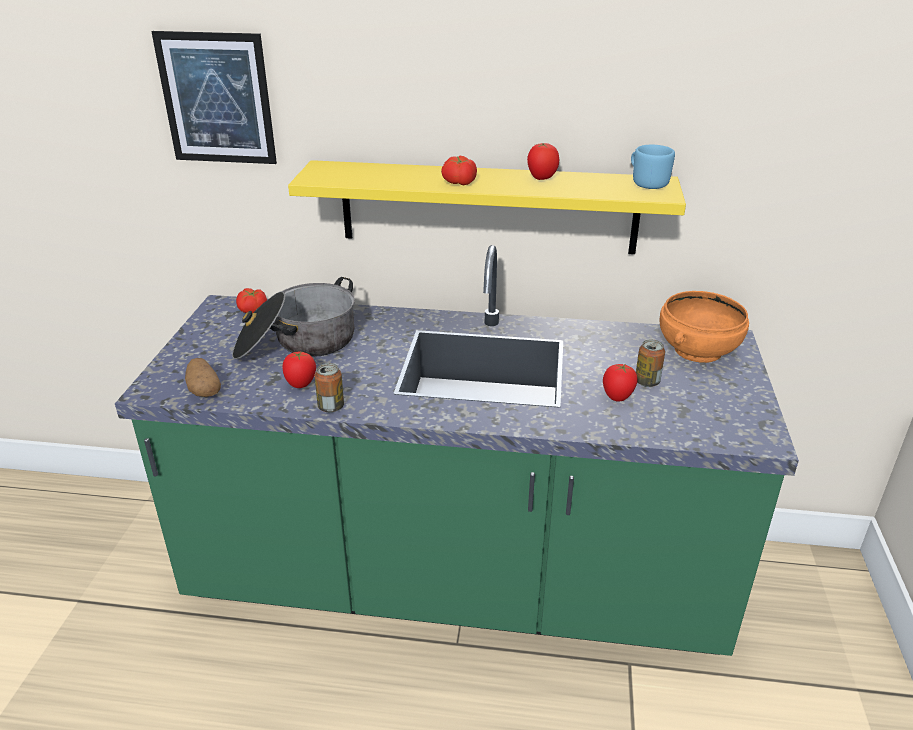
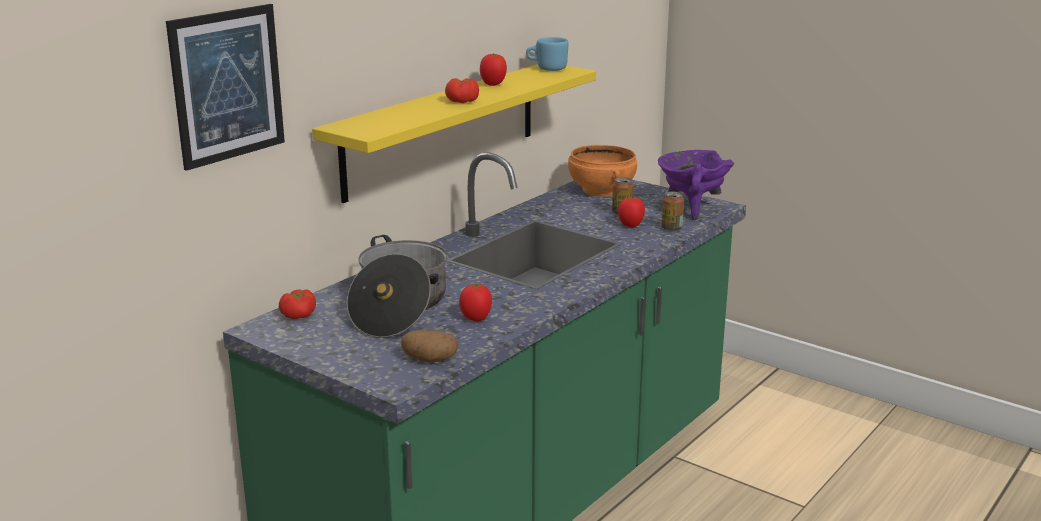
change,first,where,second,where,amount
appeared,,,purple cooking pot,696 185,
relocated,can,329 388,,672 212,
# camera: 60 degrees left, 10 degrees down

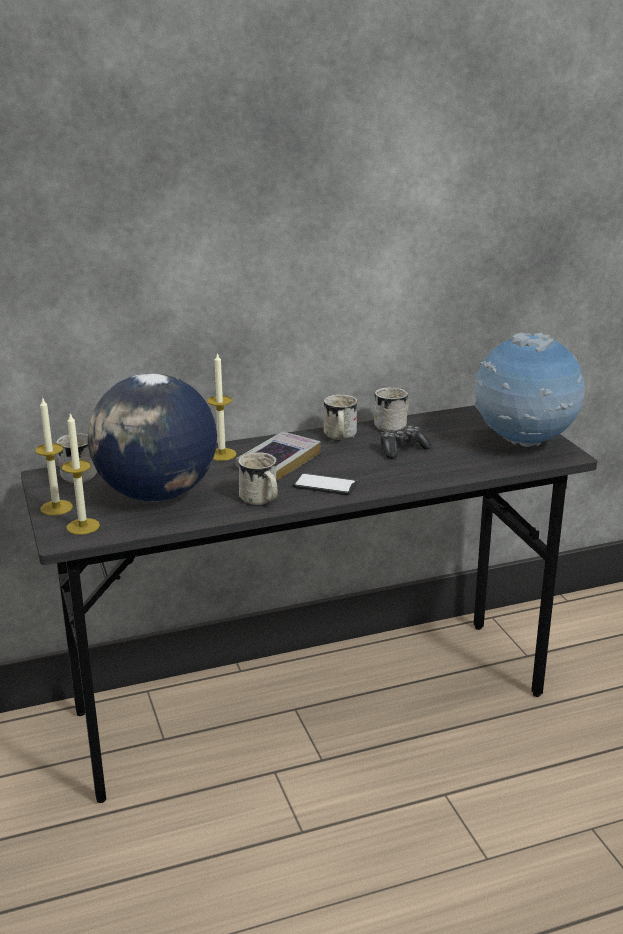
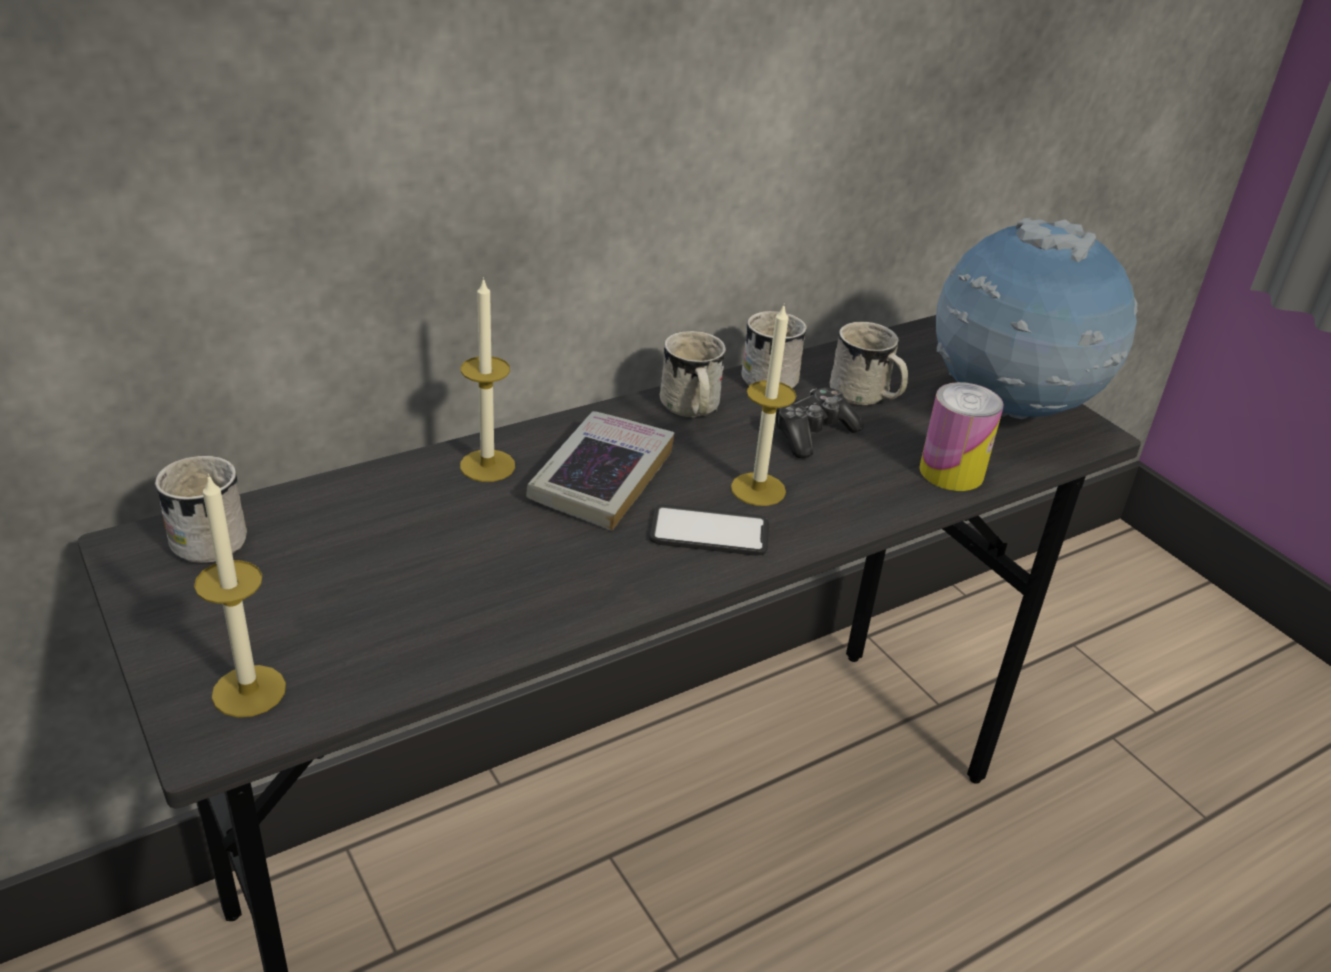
change,first,where,second,where,amount
relocated,candle,54 457,,763 405,
relocated,white mug,258 478,,869 363,
appeared,,,can,961 436,
missing,globe,152 437,,,
# camera: 15 degrees left, 10 degrees up

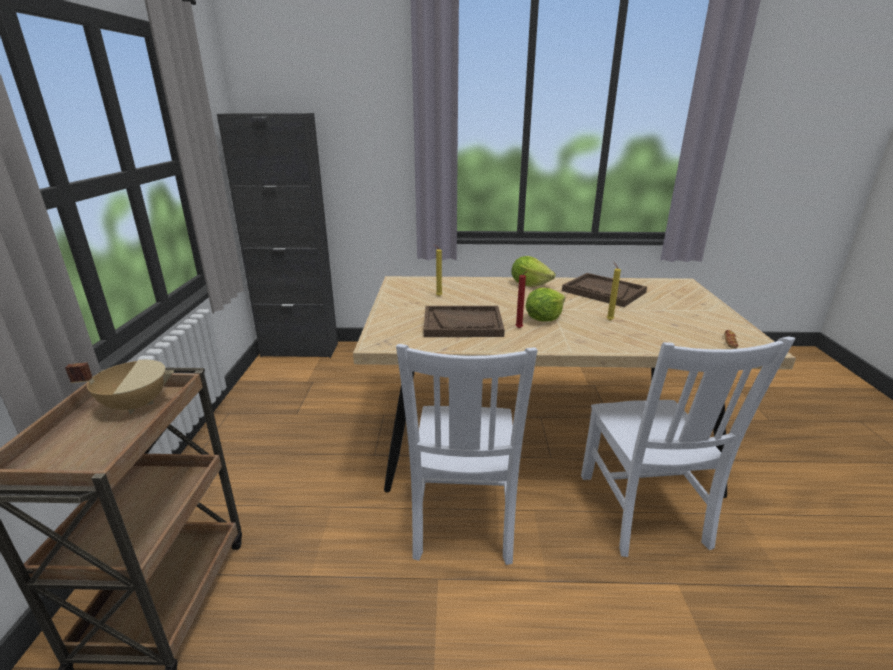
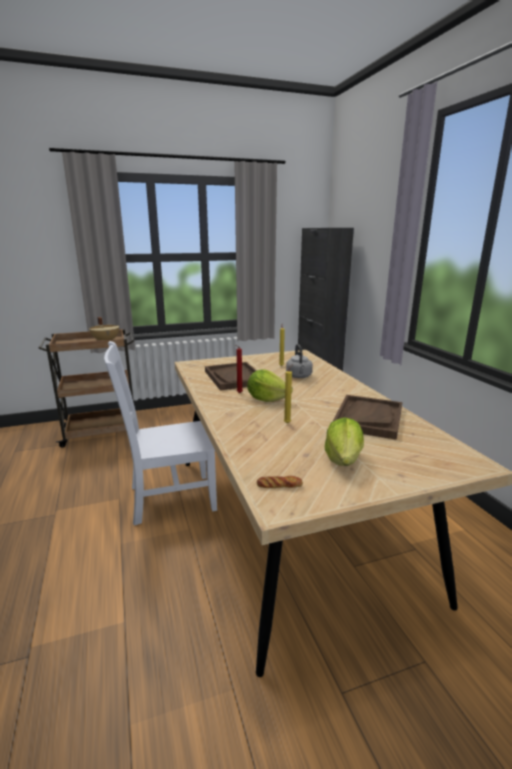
change,first,where,second,where,amount
appeared,,,grey kettle,299 361,
relocated,lettuce,533 271,,344 441,
missing,white chair,688 447,,,
# camera: 70 degrees right, 5 degrees down

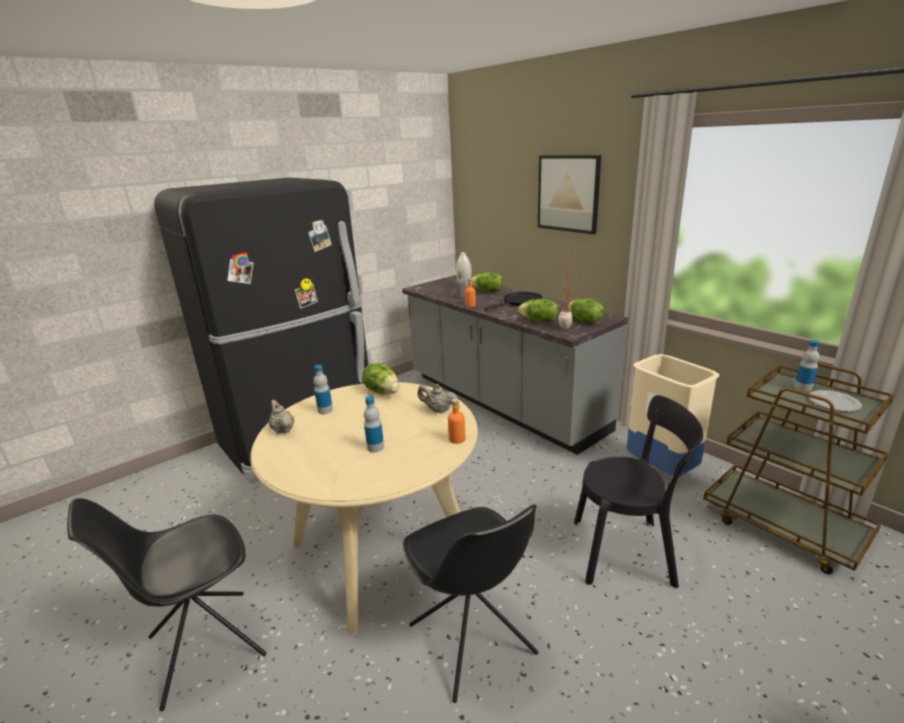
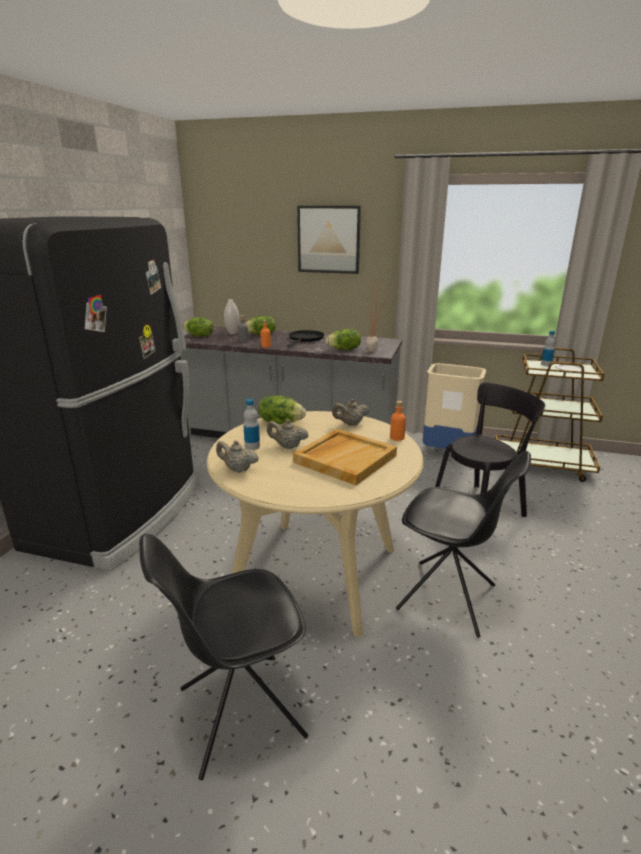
change,first,where,second,where,amount
spun,black chair,167 604,,223 657,45 degrees clockwise
relocated,lettuce,586 310,,198 327,
appeared,,,beige teapot,287 434,
exchanged,bottle,374 424,beige tray,345 457,
# camera: 35 degrees left, 0 degrees up

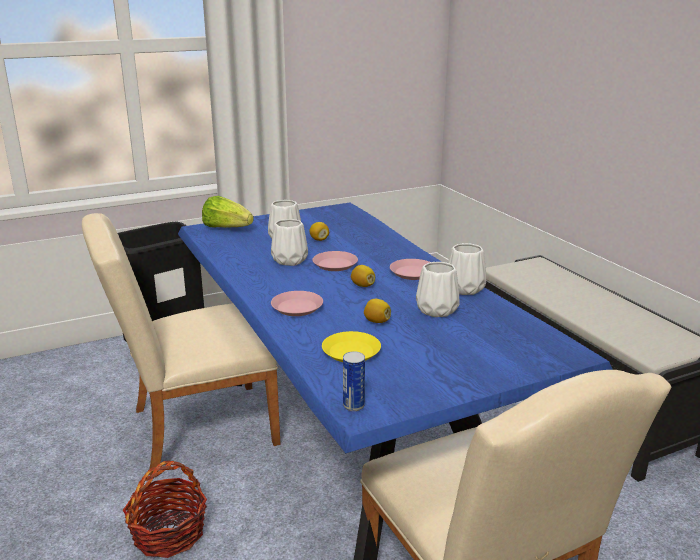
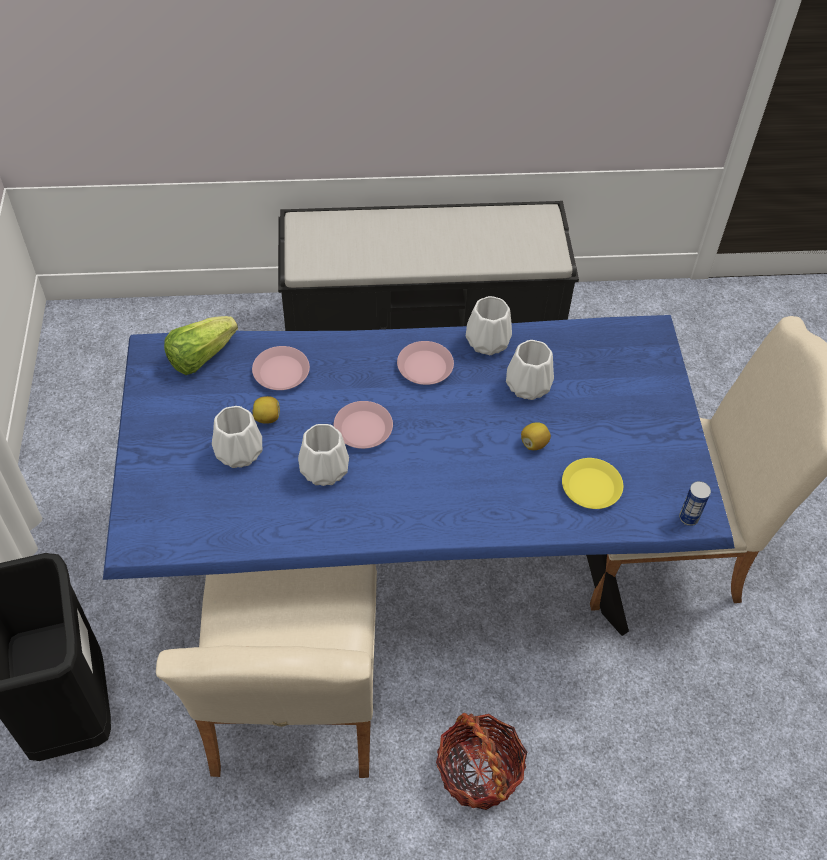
change,first,where,second,where,amount
relocated,lettuce,228 212,,201 345,
relocated,pink plate,297 303,,281 368,
missing,lemon,363 276,,,
# camera: 70 degrees left, 30 degrees up

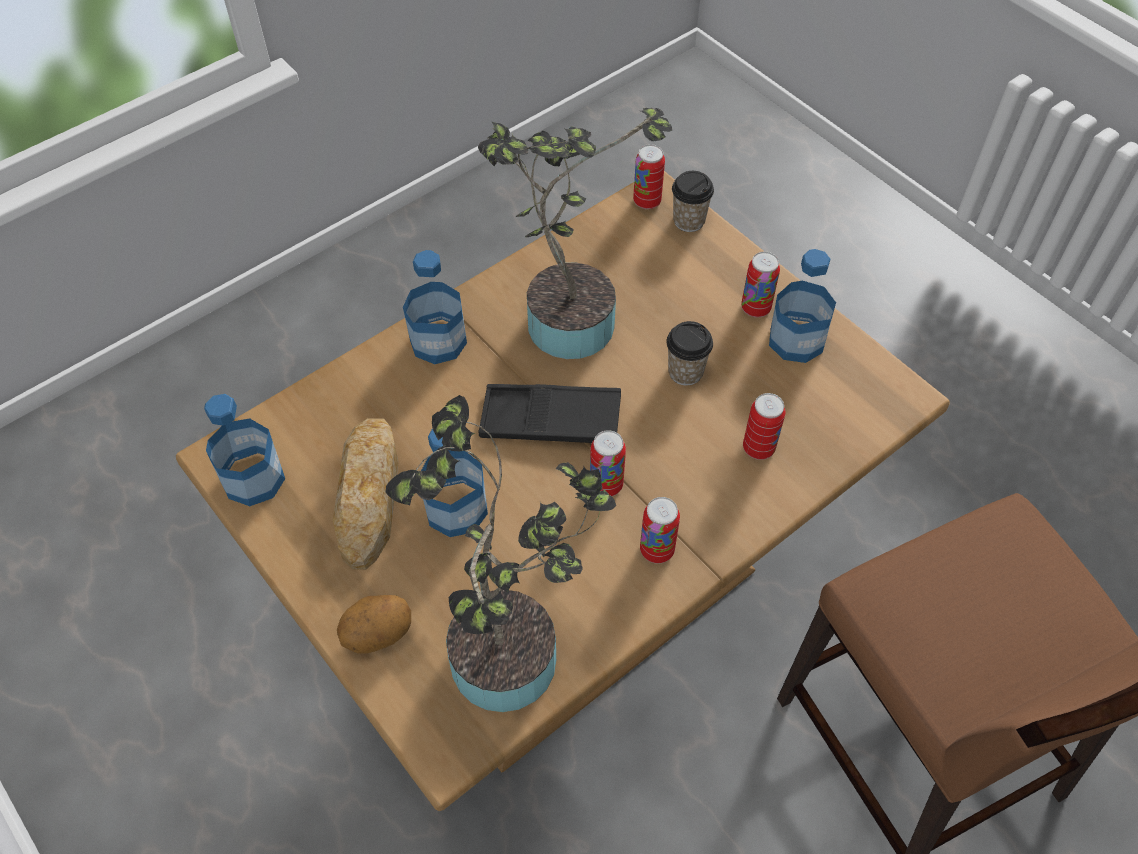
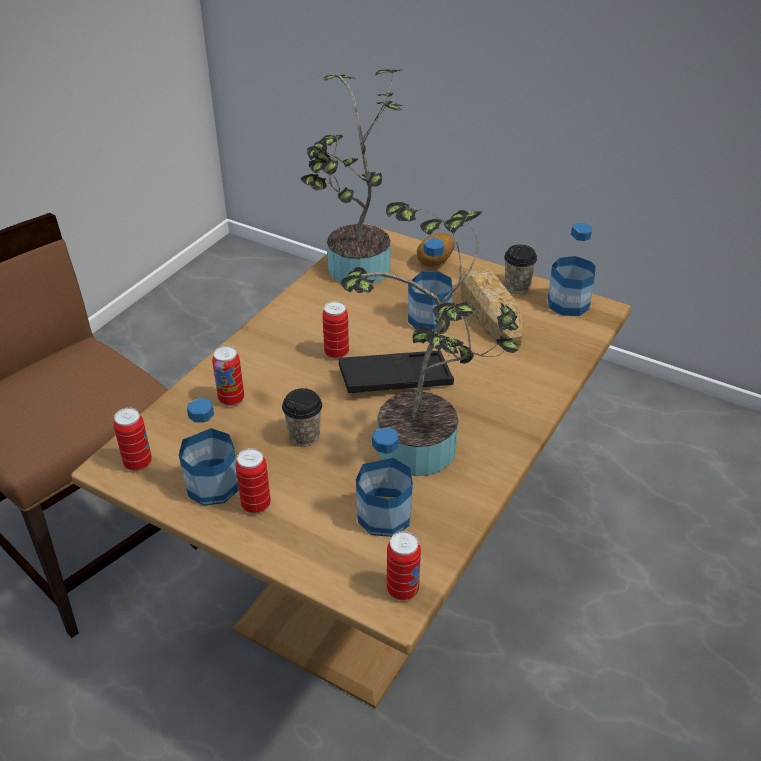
change,first,where,second,where,amount
relocated,can,660 530,,132 439,
relocated,bottle,435 307,,384 482,
relocated,cup,693 201,,520 268,
# camera: 160 degrees right, 15 degrees down

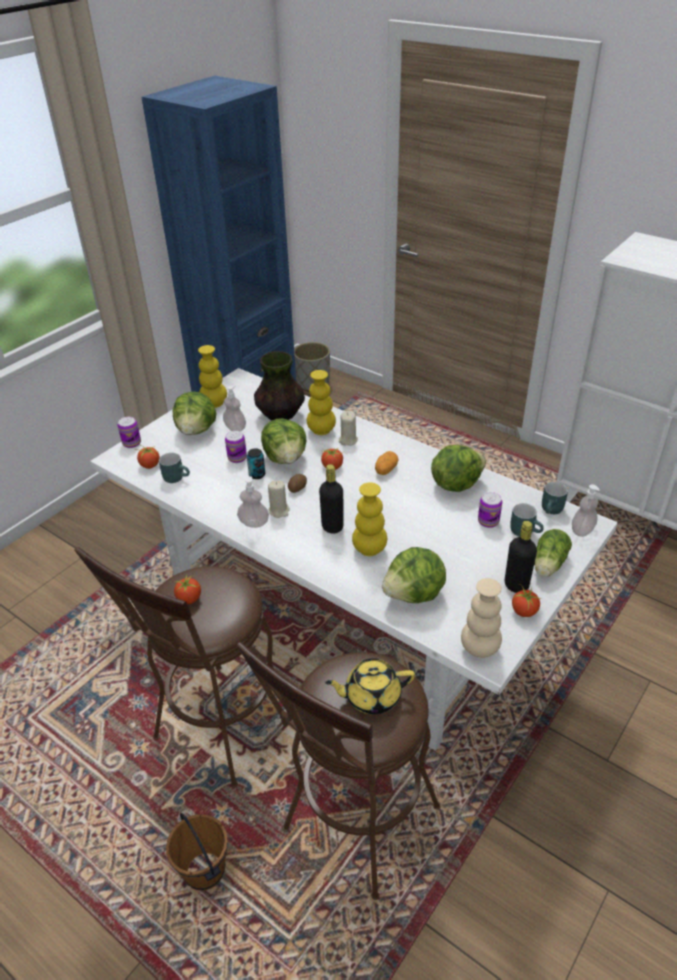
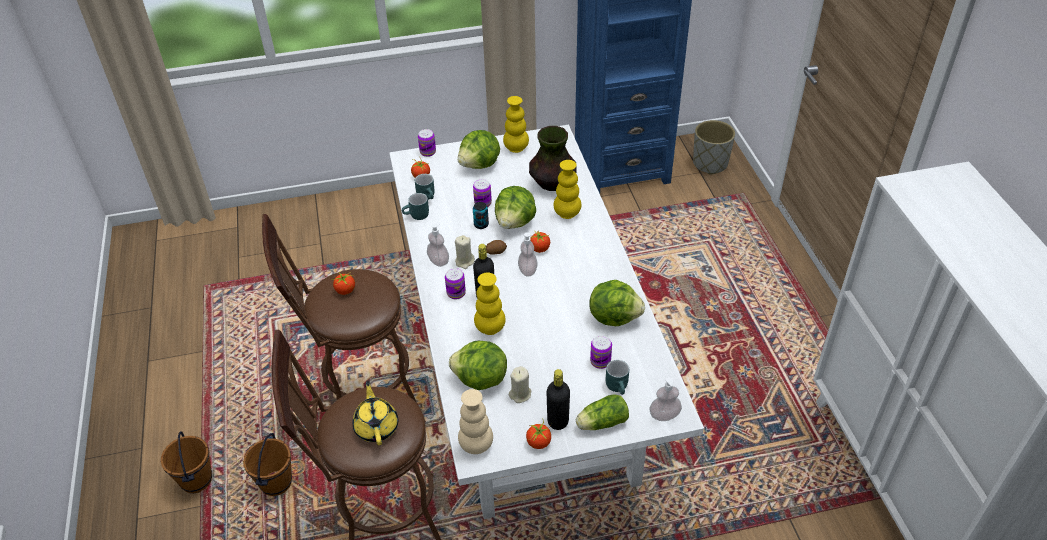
change,first,where,second,where,amount
appeared,,,brown bucket,186 462,
spun,yellow teapot,370 686,,375 413,45 degrees clockwise
relocated,turquoise mug,555 498,,415 206,
appeared,,,can,455 283,
relocated,beige candle,348 428,,520 384,
relocated,soap dispenser,234 408,,528 254,
missing,potato,387 463,,,
# camera: 40 degrees right, 5 degrees up

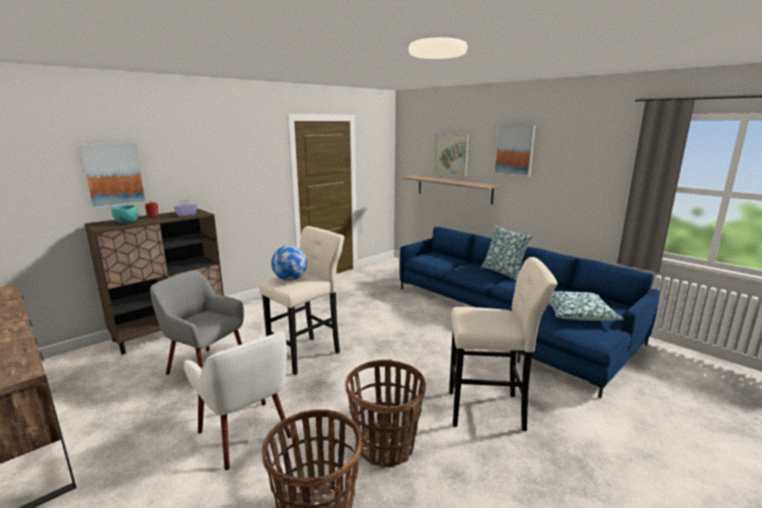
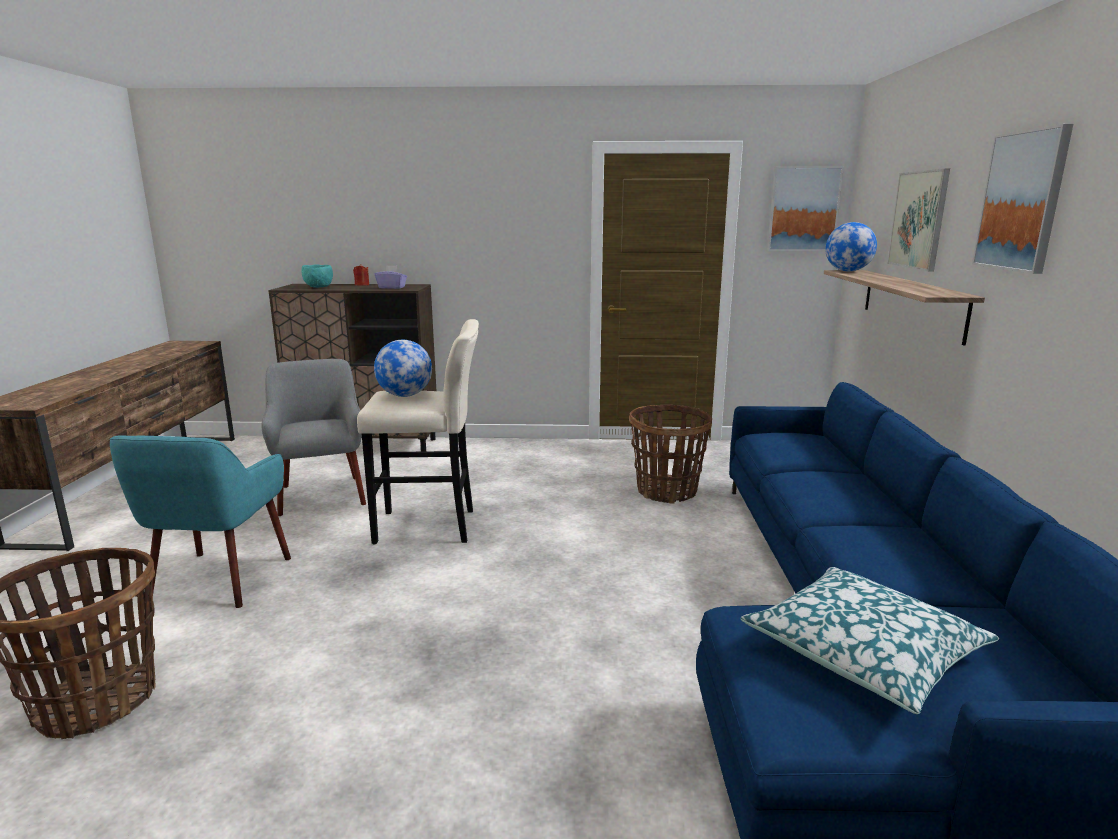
change,first,where,second,where,amount
colour,white armchair,238 401,turquoise armchair,200 521,
relocated,basket,386 414,,670 454,
relocated,picture,112 176,,805 208,
appeared,,,globe,851 246,
missing,beige stool,503 344,,,
missing,pillow,507 253,,,
# camera: 45 degrees right, 0 degrees up

